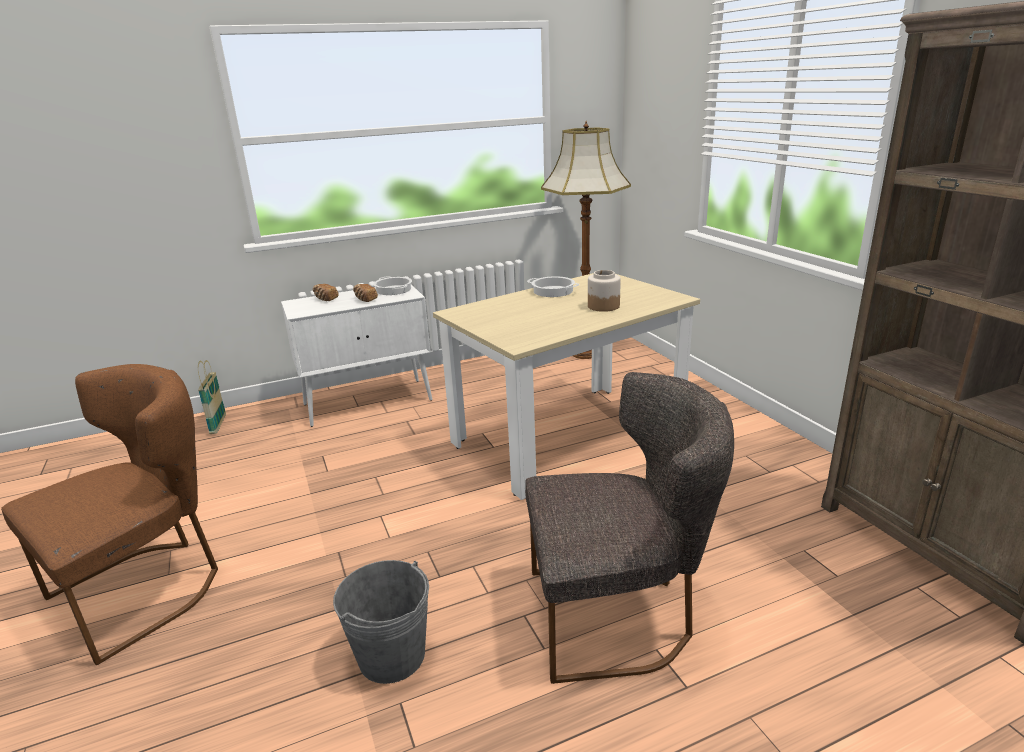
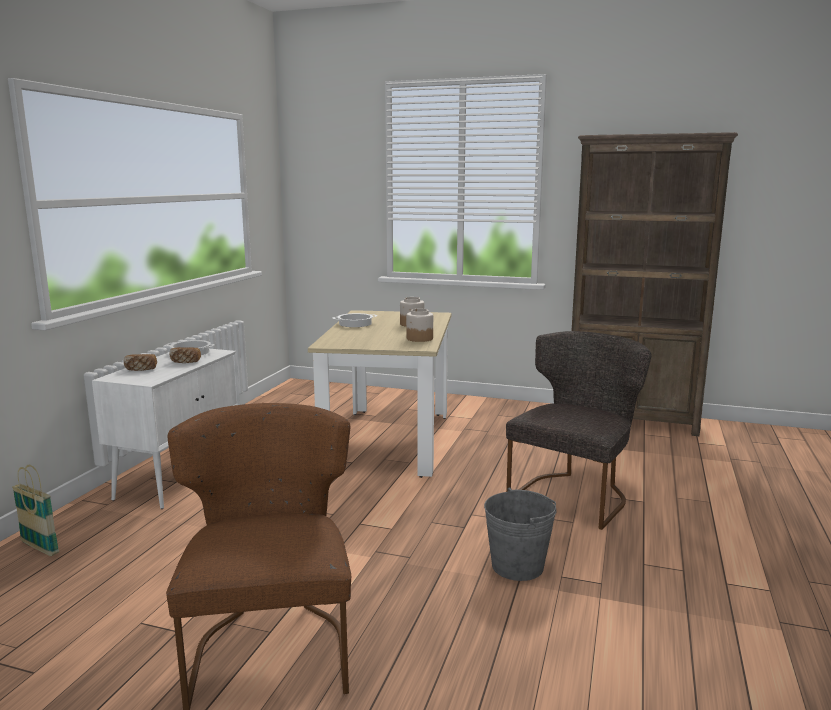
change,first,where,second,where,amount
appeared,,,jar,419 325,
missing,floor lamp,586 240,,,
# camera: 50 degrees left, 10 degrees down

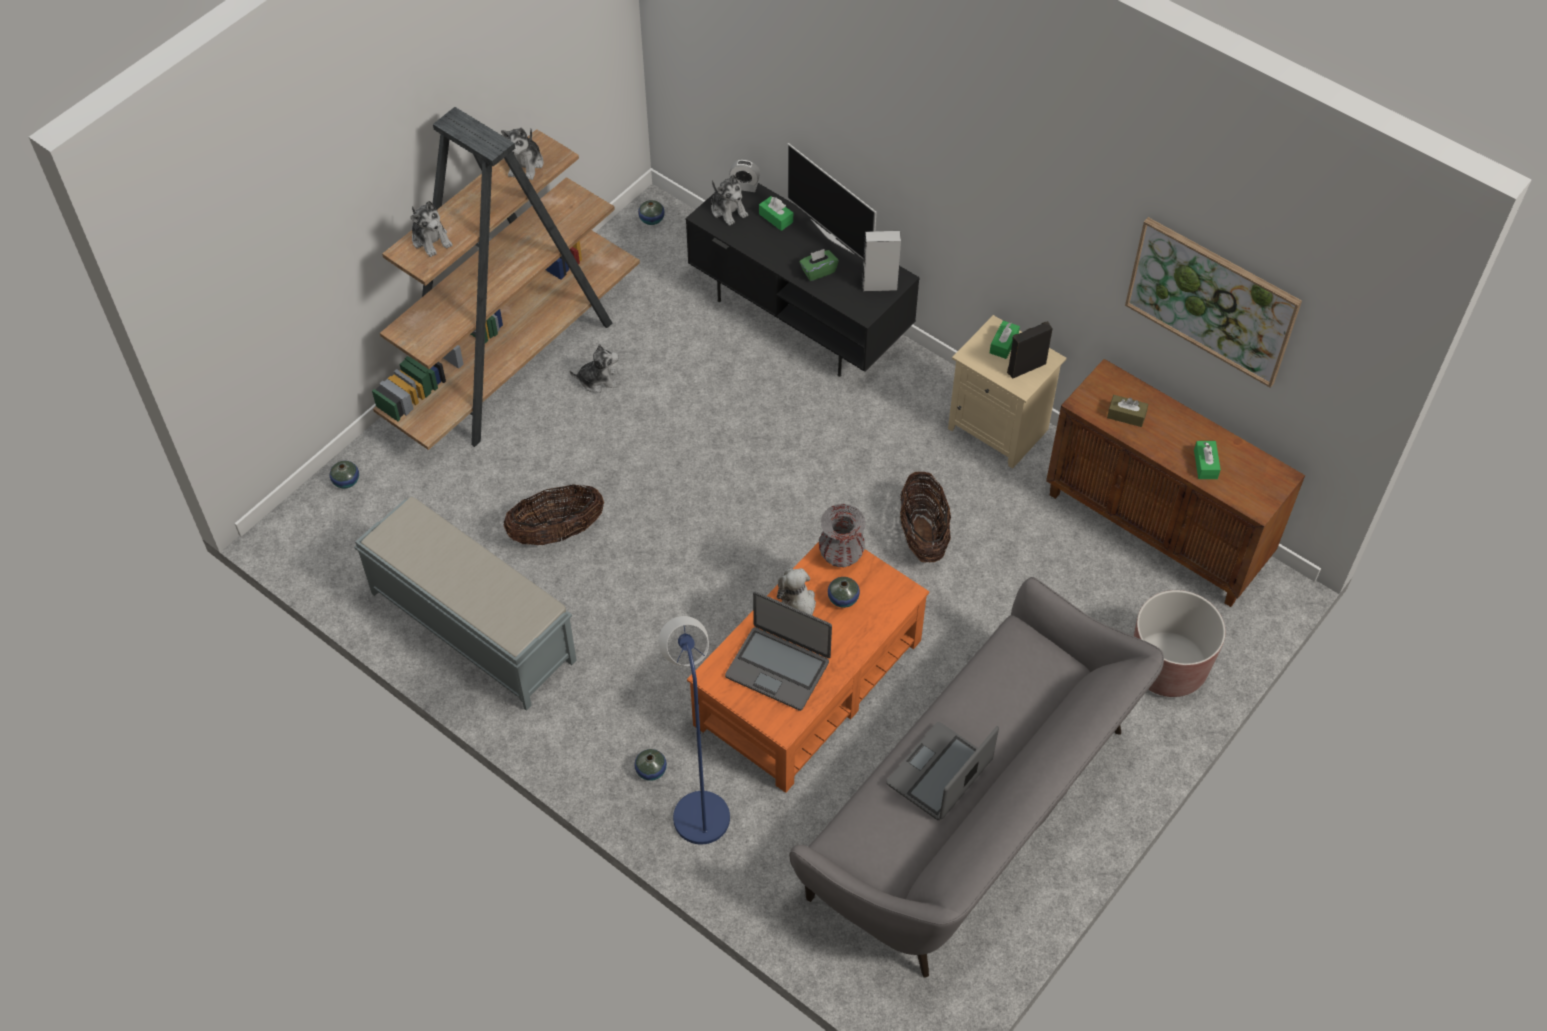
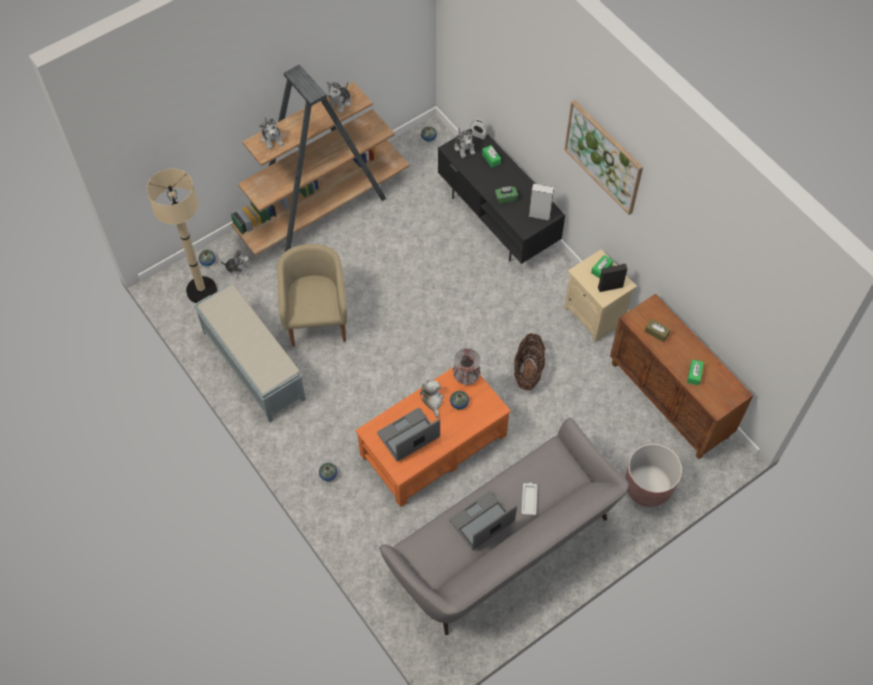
change,first,where,second,where,amount
appeared,,,beige floor lamp,182 236,
relocated,plush toy,594 368,,235 263,
exchanged,basket,554 514,beige armchair,312 295,
spun,laptop,778 651,,408 434,105 degrees clockwise
appeared,,,white tray,530 498,
relocated,picture,1213 302,,603 157,
missing,blue floor lamp,694 730,,,
missing,television,831 201,,,
# camera: 15 degrees right, 5 degrees up

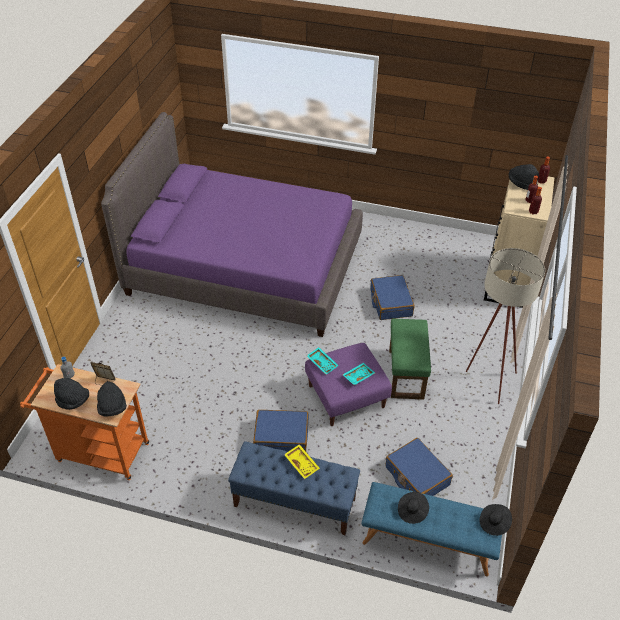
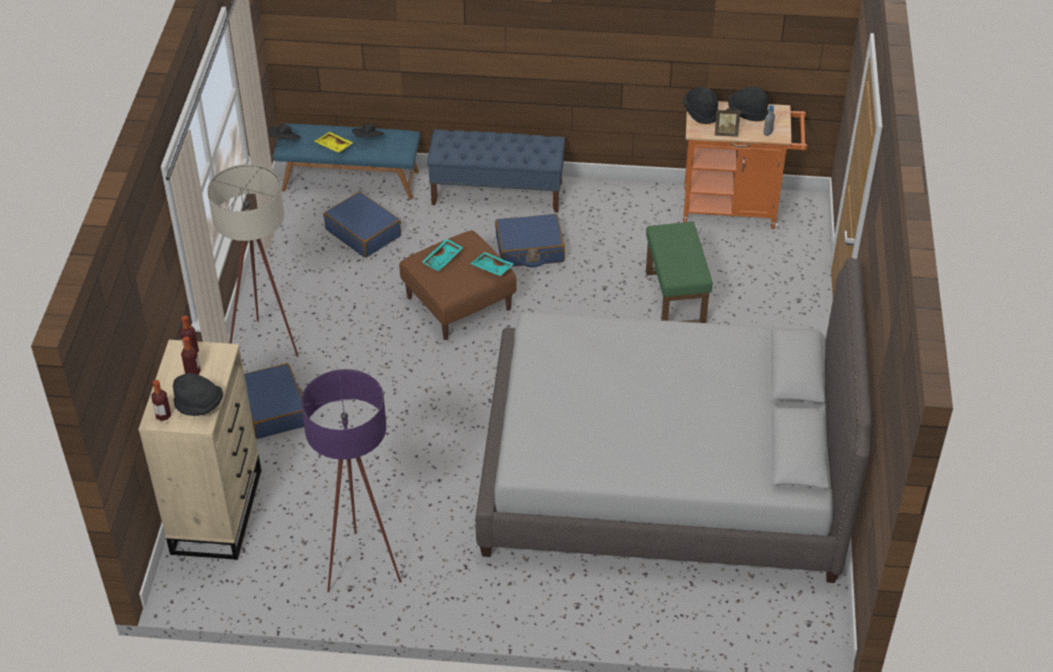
change,first,where,second,where,amount
relocated,blue suitcase,392 297,,274 401,
appeared,,,purple floor lamp,351 480,
relocated,yellow tray,302 461,,334 142,
colour,purple ottoman,348 384,brown ottoman,458 285,
colour,purple bed,232 224,grey bed,673 420,
relocated,green ottoman,410 359,,679 272,
# camera: 170 degrees right, 0 degrees up

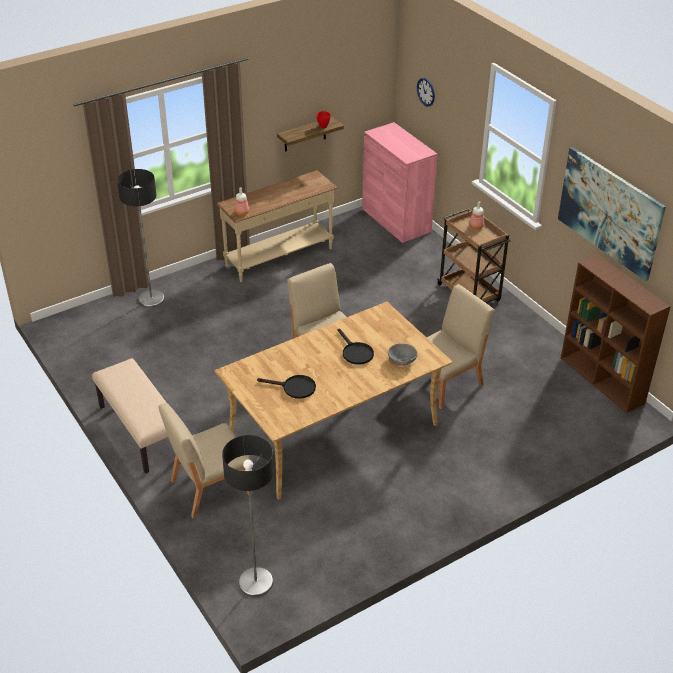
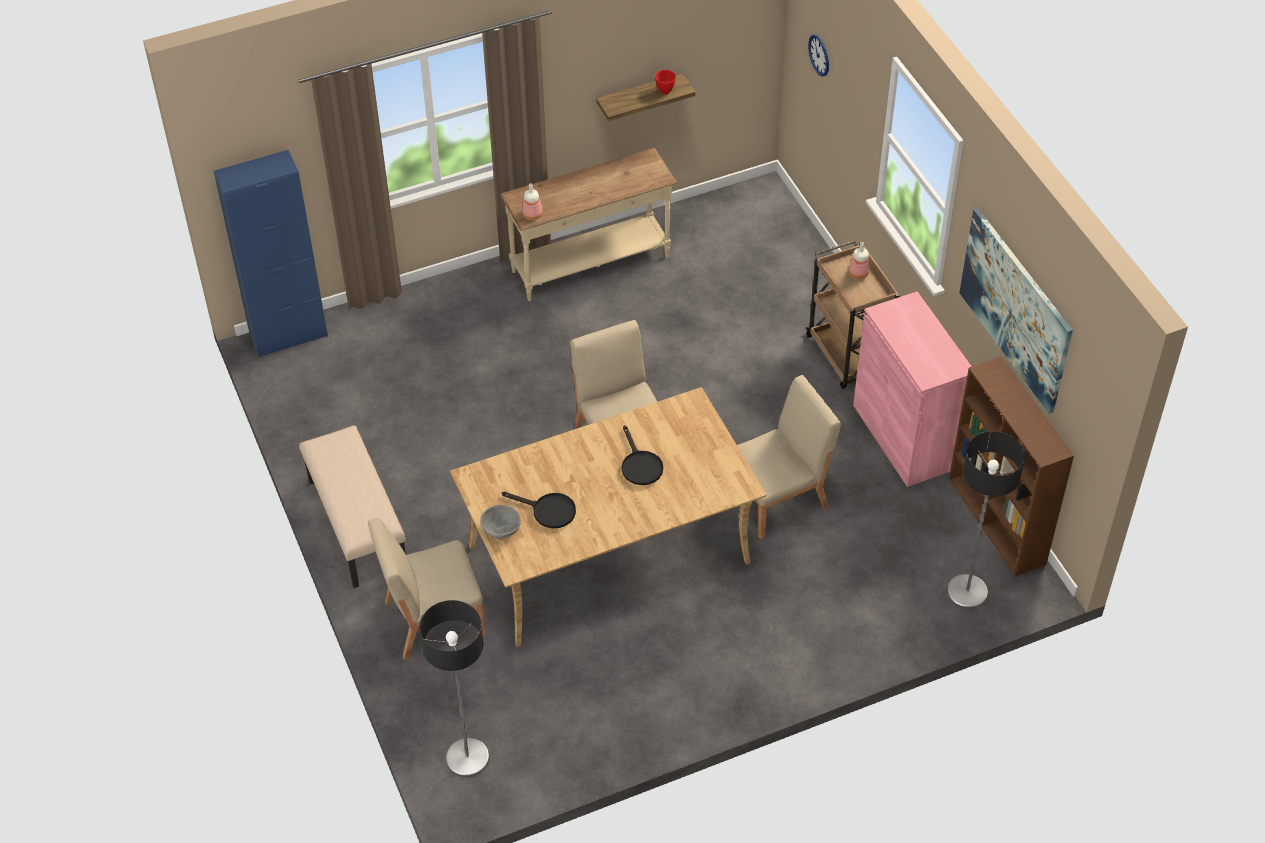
change,first,where,second,where,amount
appeared,,,blue cabinet,271 254,
relocated,grey bowl,403 354,,500 522,
relocated,pink cabinet,399 182,,912 389,
relocated,floor lamp,141 238,,986 520,
# camera: 10 degrees right, 10 degrees up

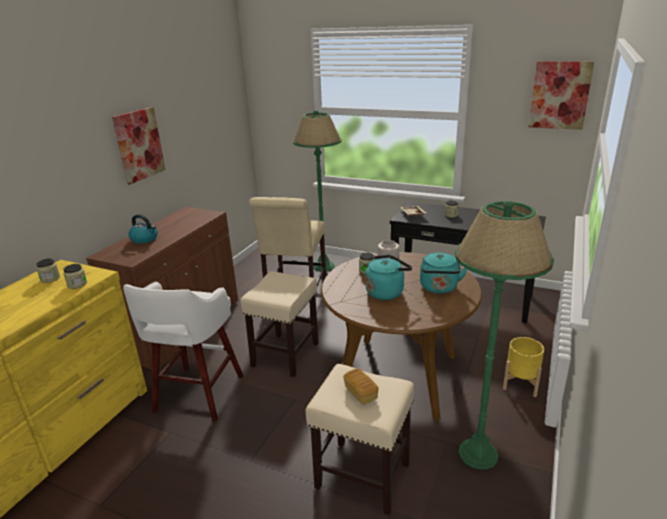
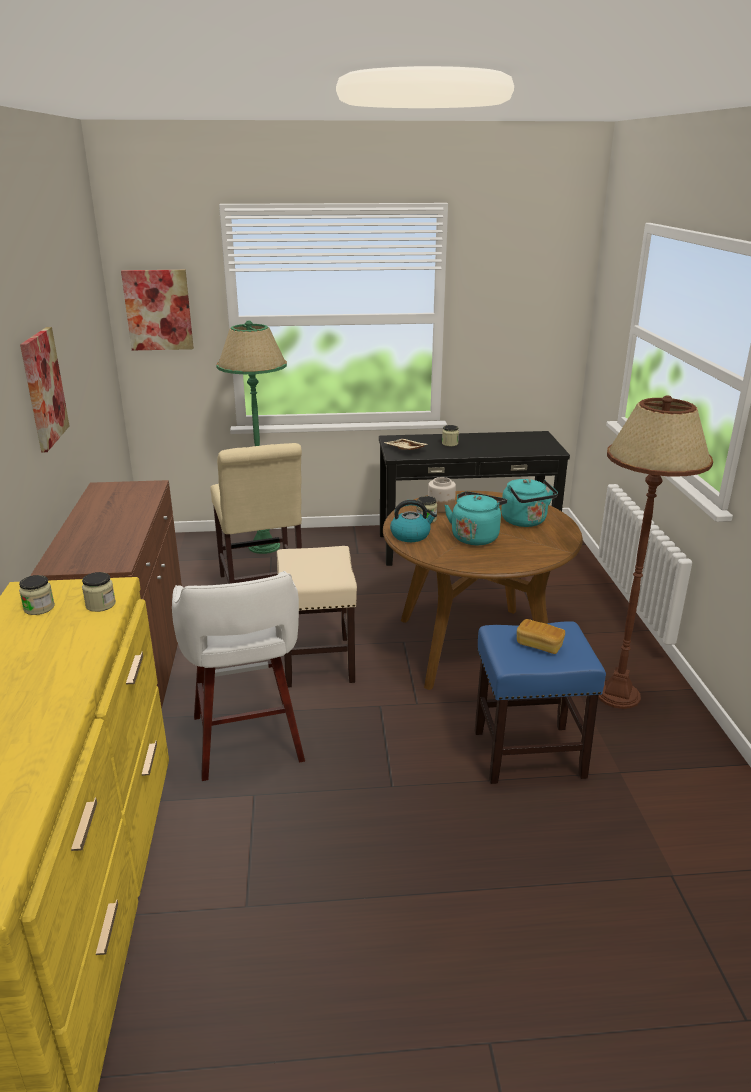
change,first,where,second,where,amount
relocated,picture,561 95,,157 310,
relocated,kettle,143 229,,413 521,
colour,beige stool,359 439,blue stool,540 702,
colour,green floor lamp,504 335,brown floor lamp,655 552,
missing,yellow planter,523 367,,,
# camera: 30 degrees left, 0 degrees up

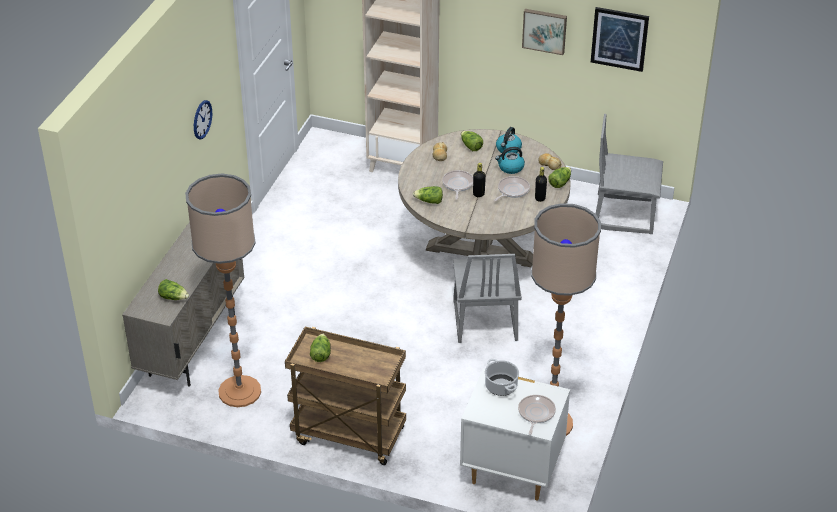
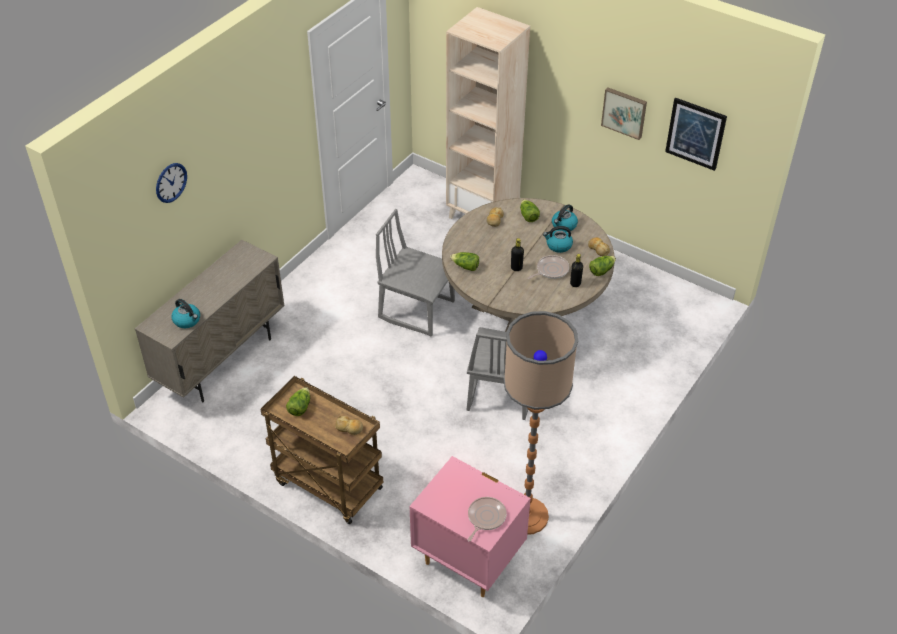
change,first,where,second,where,amount
relocated,wall clock,203 120,,171 183,
exchanged,lettuce,173 289,kettle,186 313,
appeared,,,bread,349 425,
relocated,grey chair,629 174,,415 273,
colour,white nightstand,515 435,pink nightstand,470 526,
missing,floor lamp,223 290,,,
missing,frying pan,457 184,,,
missing,cooking pot,502 377,,,
# camera: 15 degrees right, 5 degrees up

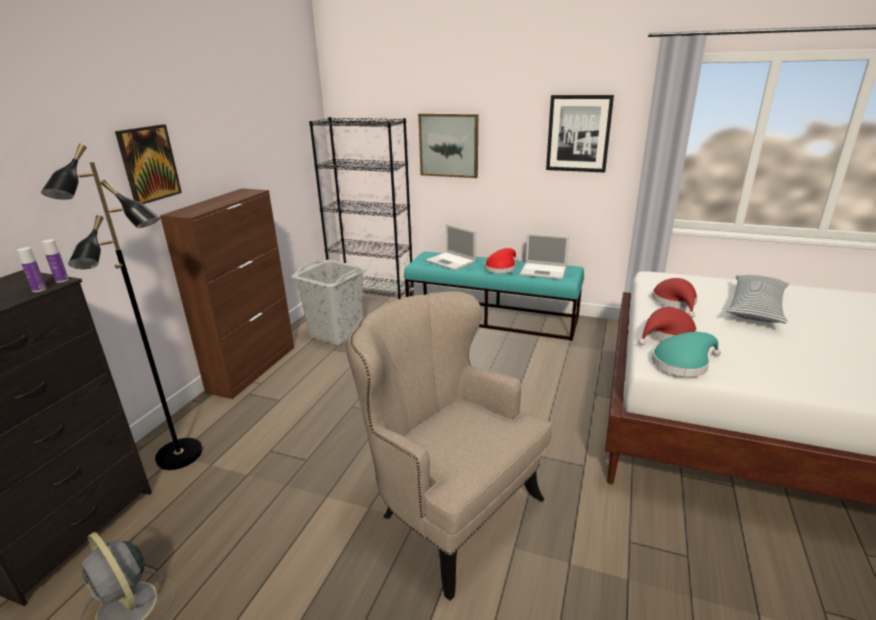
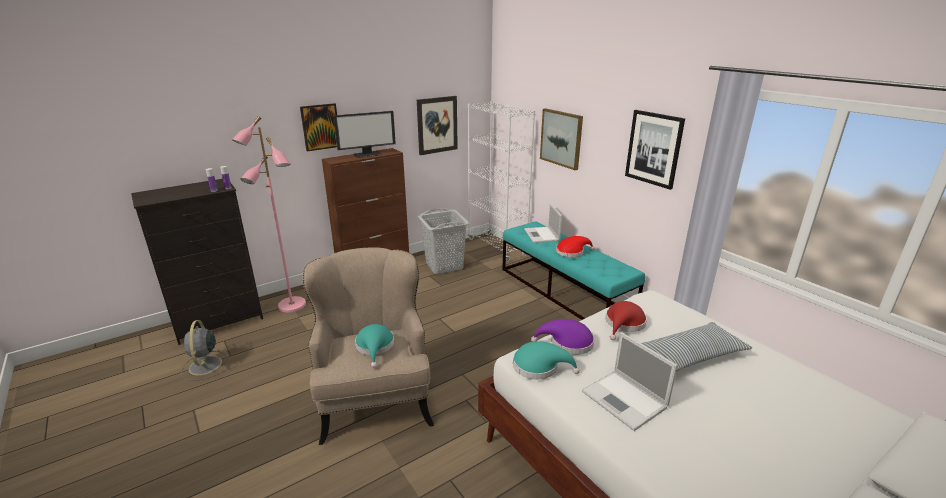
change,first,where,second,where,amount
colour,black floor lamp,121 307,pink floor lamp,269 214,
appeared,,,monitor,364 134,
appeared,,,turquoise hat,374 346,
appeared,,,picture,437 125,
colour,black bookcase,361 208,white bookcase,501 181,
colour,red hat,667 326,purple hat,562 337,
relocated,laptop,544 256,,630 381,
# camera: 35 degrees right, 0 degrees up

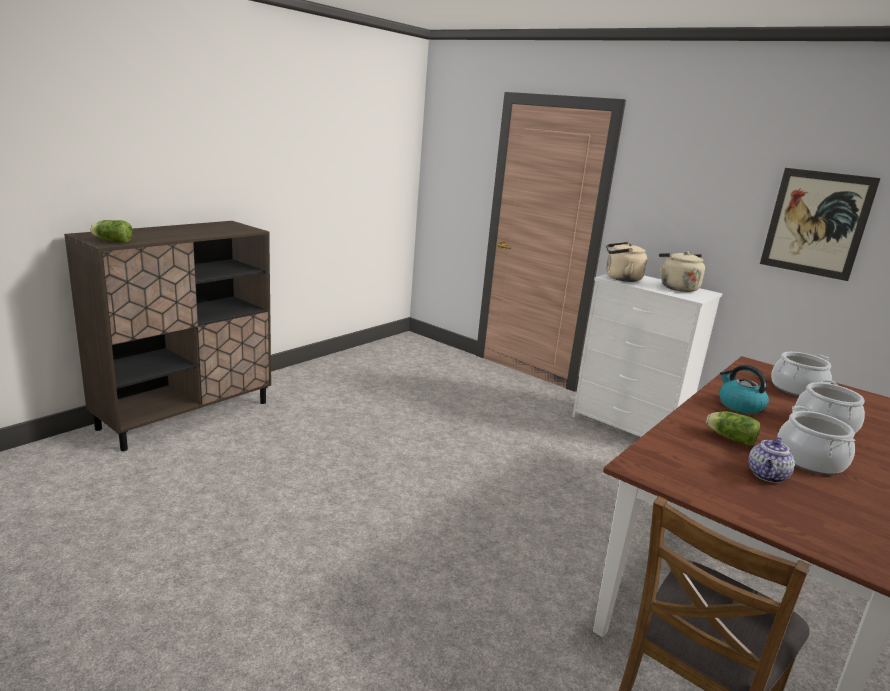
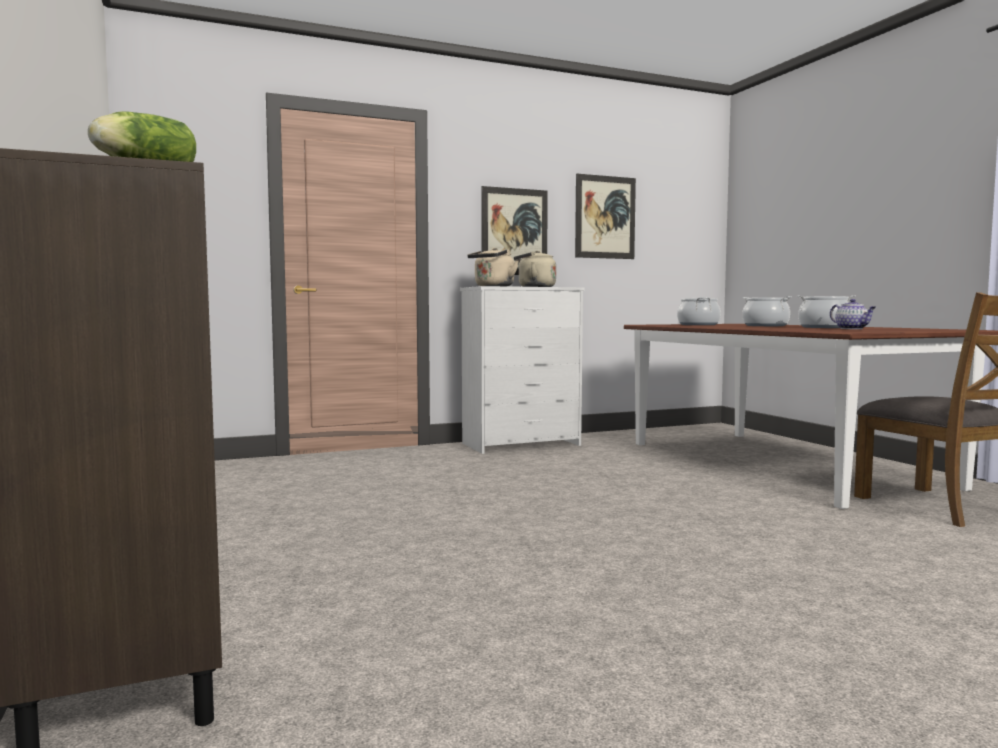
change,first,where,second,where,amount
appeared,,,picture,514 230,
missing,lettuce,733 428,,,
missing,kettle,744 389,,,
# camera: 60 degrees left, 15 degrees down

